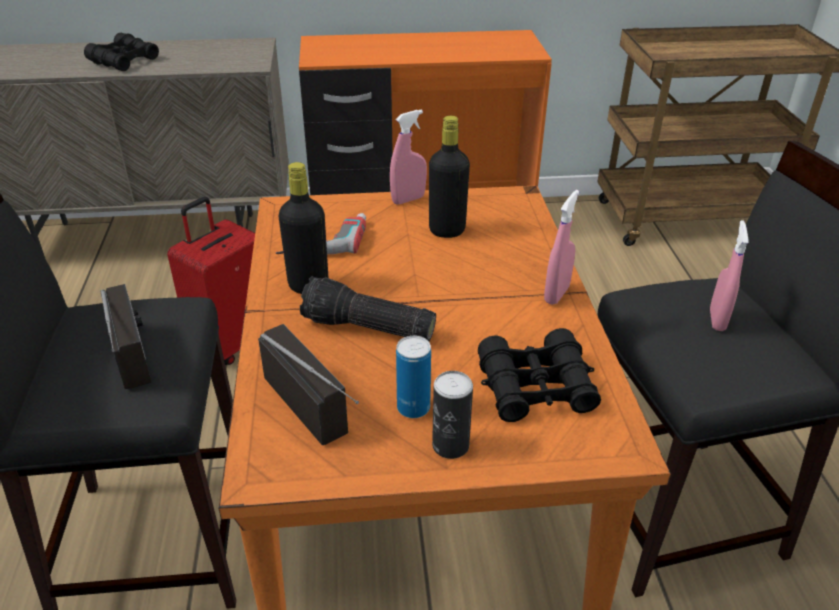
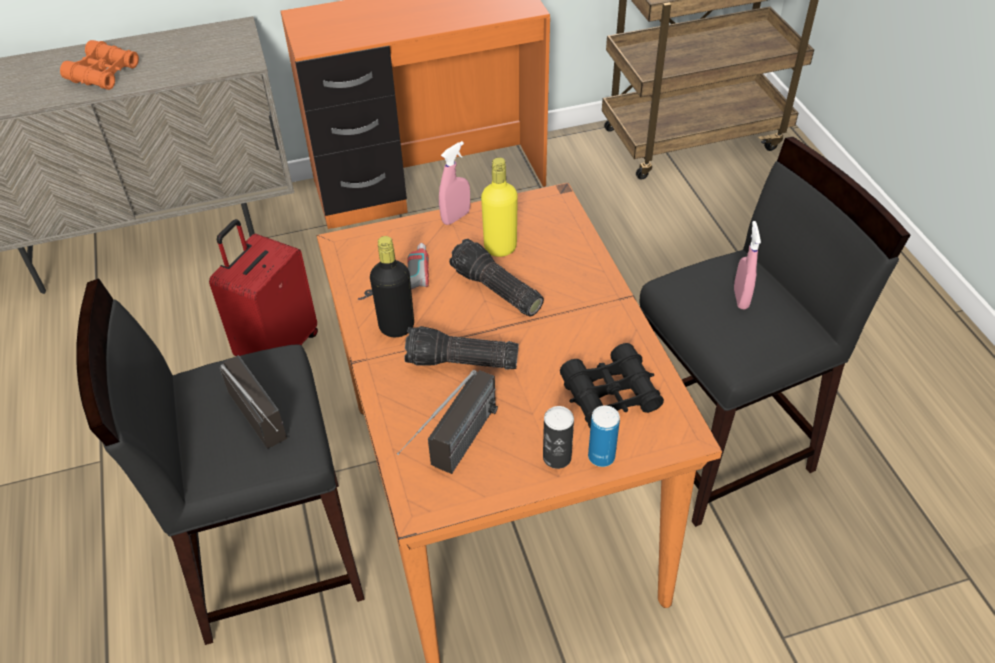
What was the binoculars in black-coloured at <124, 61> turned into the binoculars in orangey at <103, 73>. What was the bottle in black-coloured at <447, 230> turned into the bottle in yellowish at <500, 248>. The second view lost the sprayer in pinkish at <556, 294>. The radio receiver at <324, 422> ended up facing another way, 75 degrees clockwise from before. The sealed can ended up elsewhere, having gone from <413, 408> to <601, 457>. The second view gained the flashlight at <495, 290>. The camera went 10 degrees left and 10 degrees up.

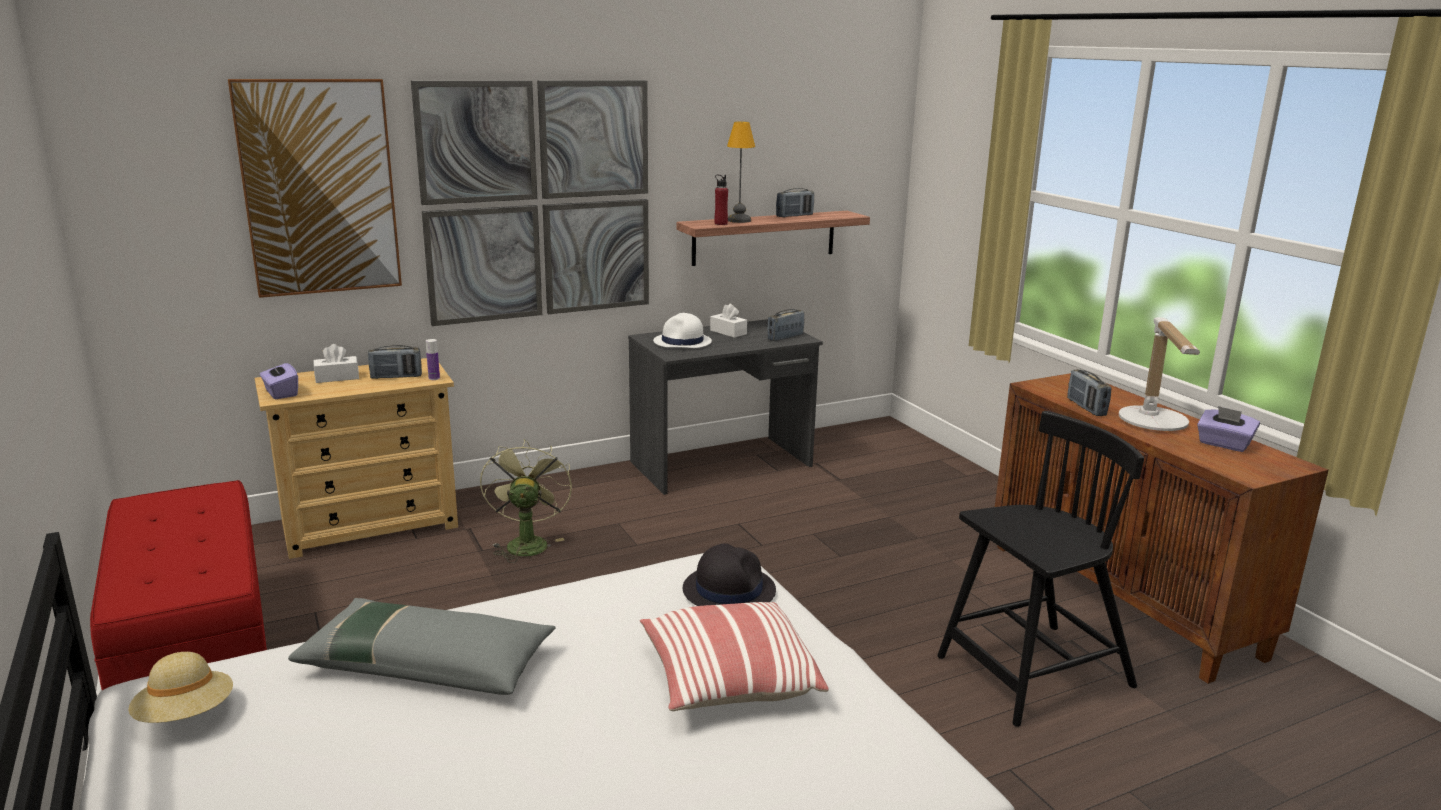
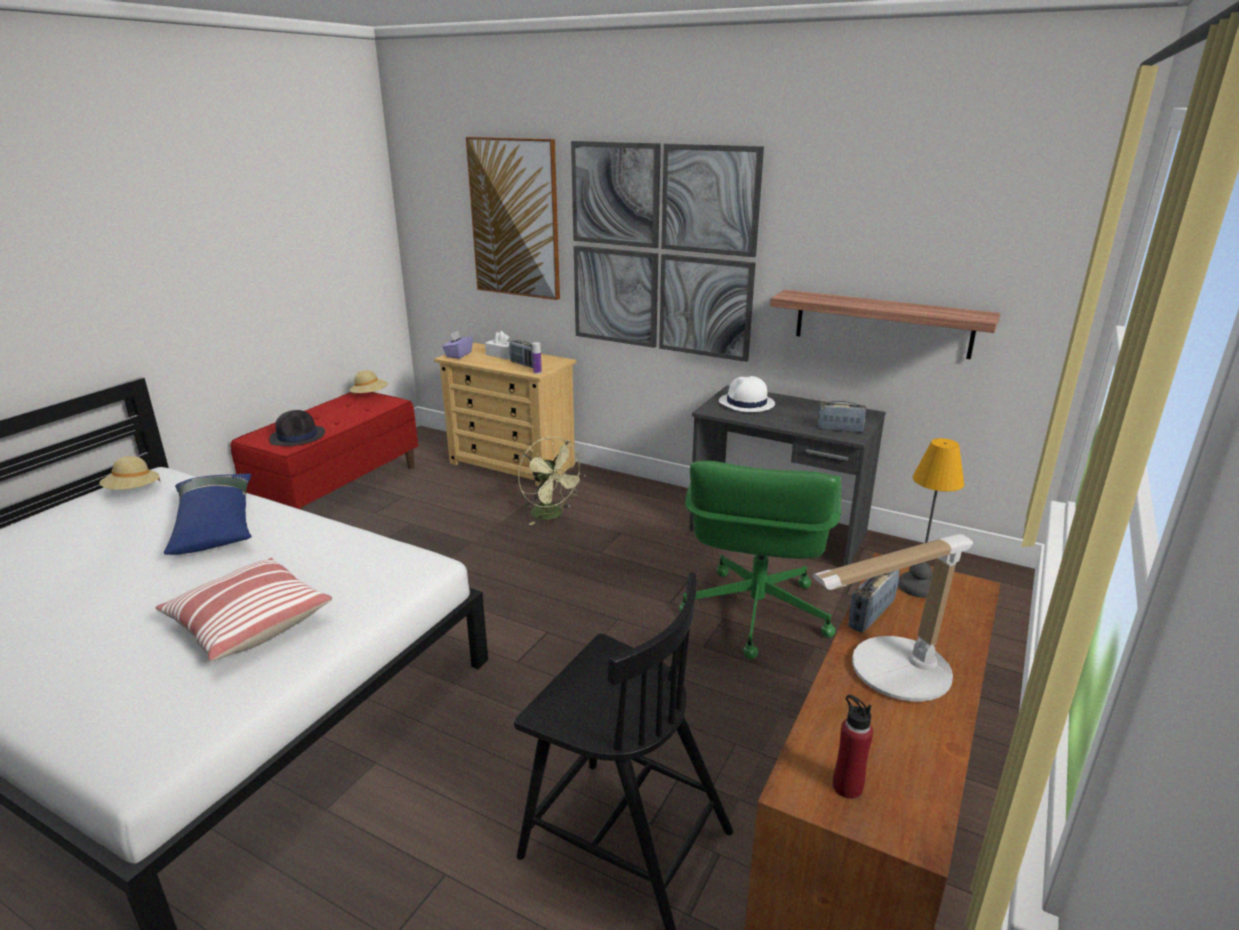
The lamp for a table ended up elsewhere, having gone from <738, 220> to <916, 586>. The bottle in red ended up elsewhere, having gone from <720, 223> to <847, 786>. The second view lost the radio receiver at <794, 216>. The second view lost the tissue box in white-coloured at <728, 332>. The second view lost the tissue box in purple at <1223, 444>. The cooling fan in green at <526, 542> ended up facing another way, 90 degrees clockwise from before. The hat in black-coloured ended up elsewhere, having gone from <728, 590> to <298, 436>. What was the pillow in greyish at <428, 663> turned into the pillow in blue-coloured at <215, 523>. The second view gained the hat in beige-coloured at <370, 395>. The second view gained the office chair in green at <754, 613>. The camera went 55 degrees right and 5 degrees up.

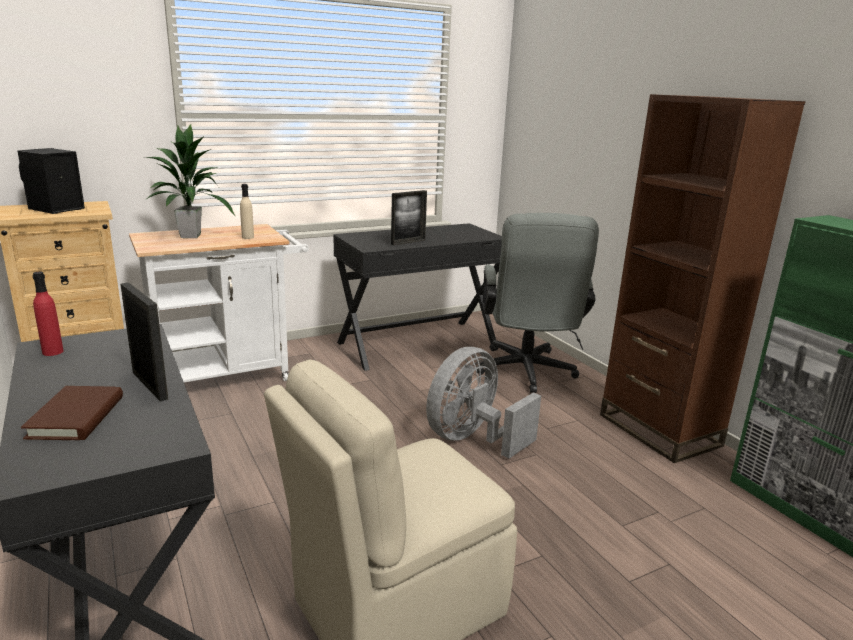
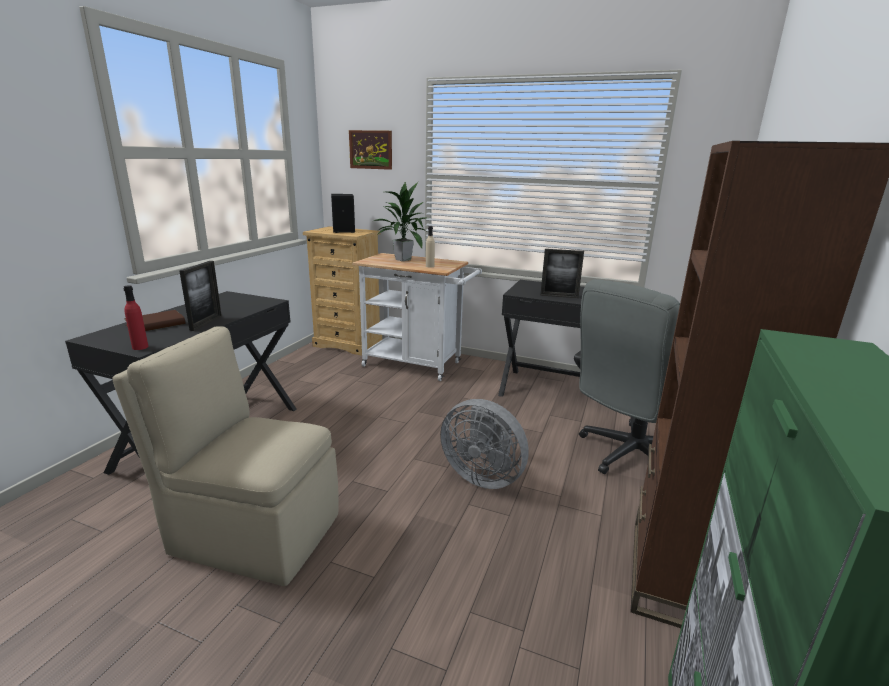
The bottle in red ended up elsewhere, having gone from <53, 352> to <140, 347>. The cooling fan in greyish at <472, 439> ended up facing another way, 150 degrees counterclockwise from before. The second view gained the wall picture at <370, 149>. The camera went 50 degrees right and 0 degrees up.

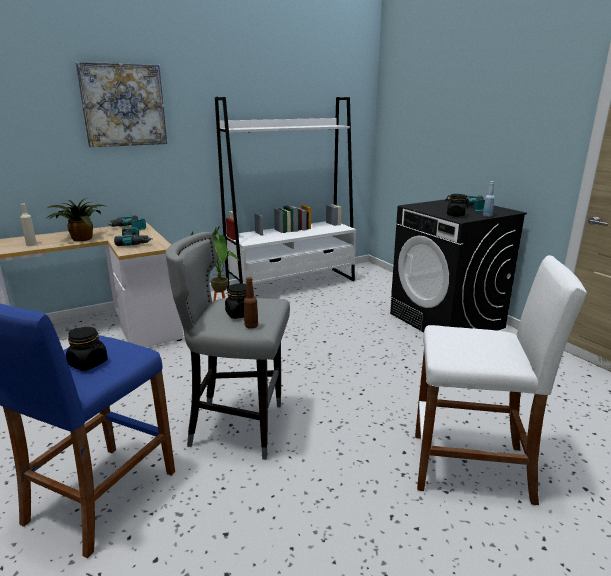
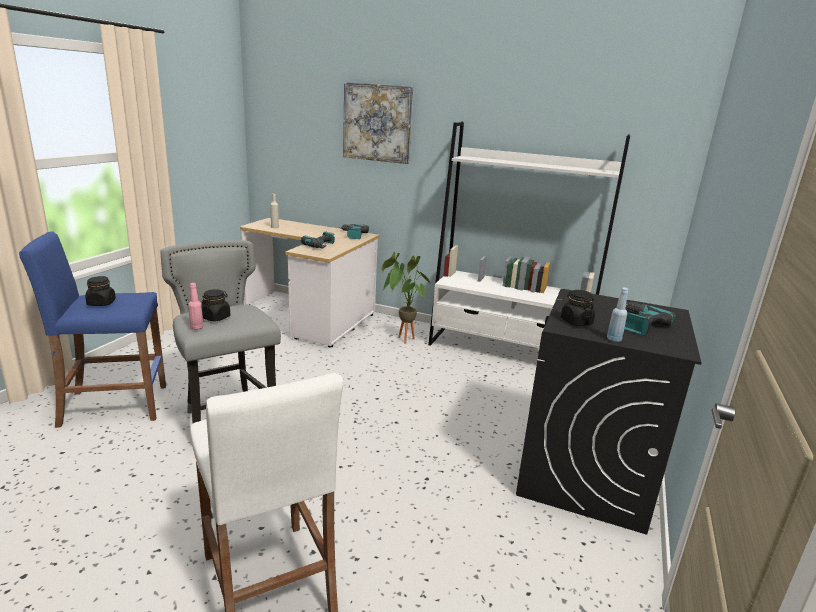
The second view lost the potted plant at <80, 239>. What was the bottle in brown-coloured at <251, 326> turned into the bottle in pinkish at <197, 327>. The camera went 50 degrees right and 0 degrees up.

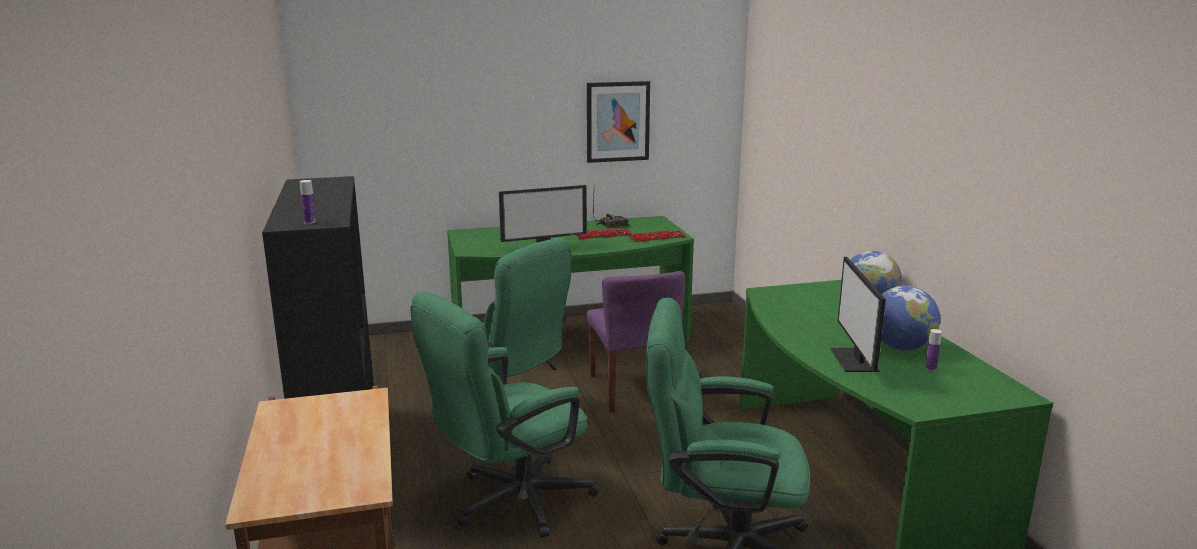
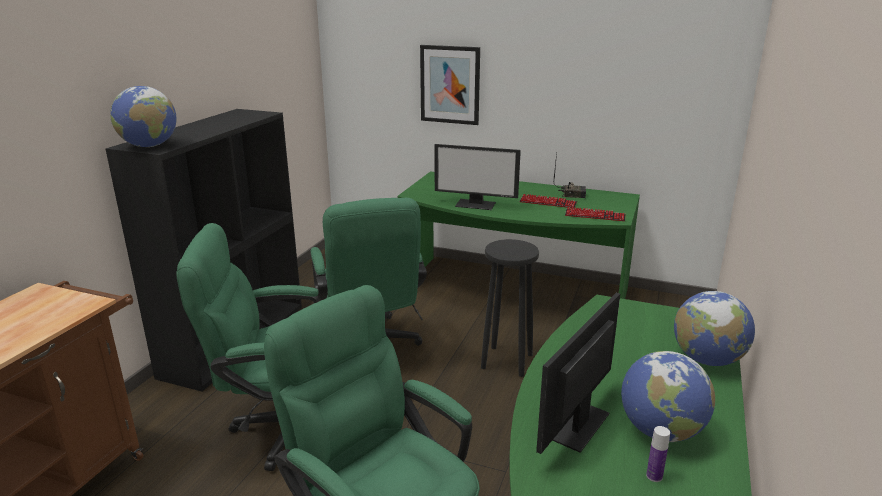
The wall picture ended up elsewhere, having gone from <617, 121> to <450, 84>. Where the bottle stood at <310, 222>, the globe came to stand at <149, 146>. Where the upright chair in purple stood at <634, 389>, the sitting stool in black-coloured came to stand at <506, 361>. The camera went 35 degrees right and 5 degrees up.

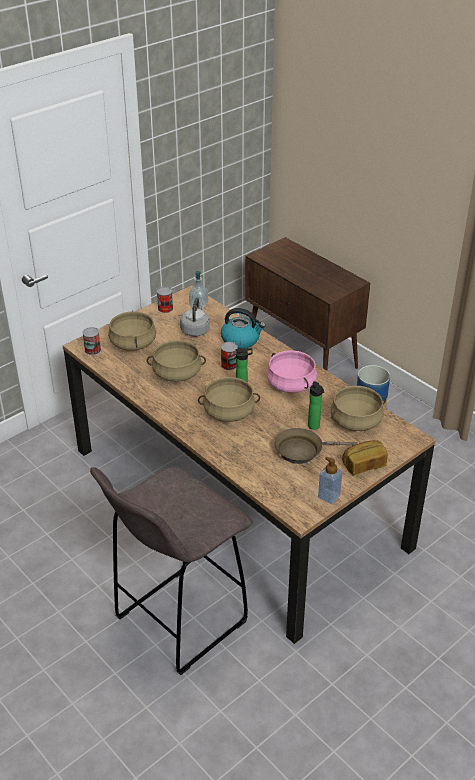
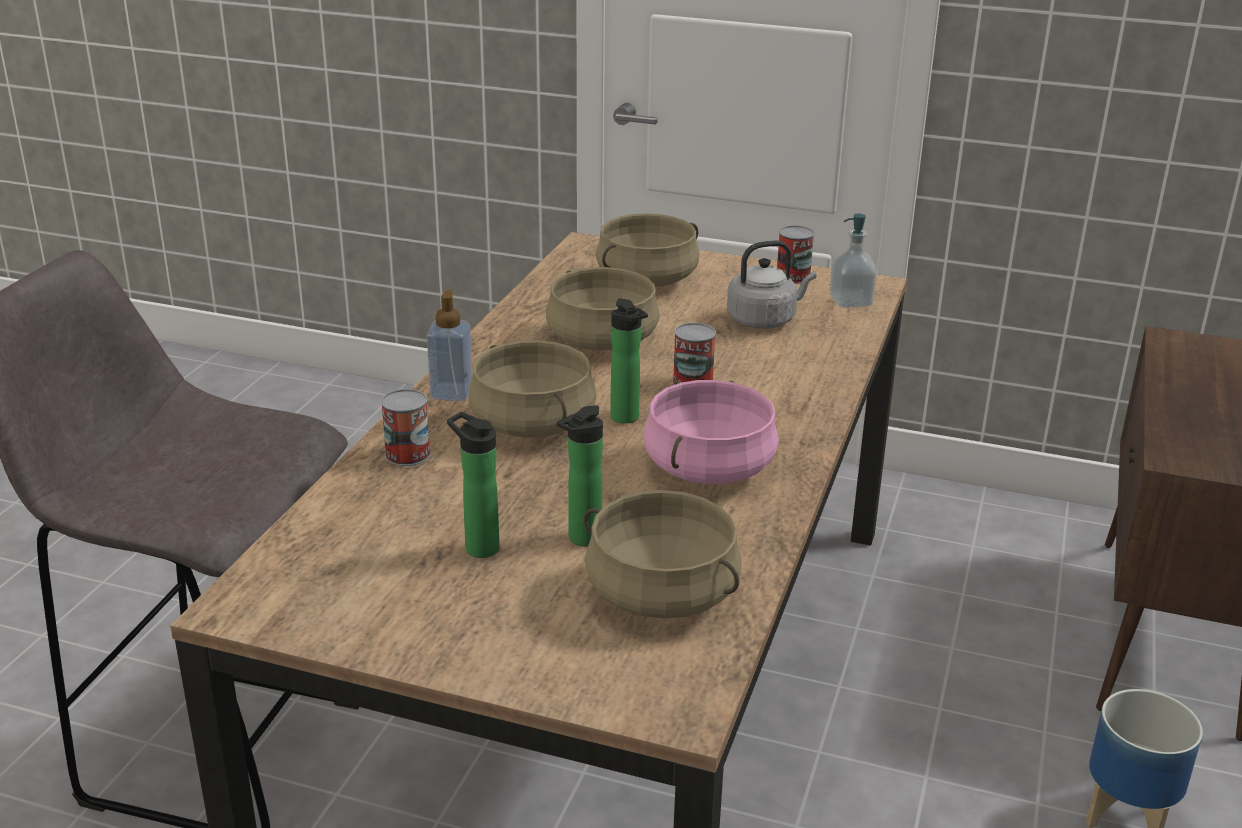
The second view lost the tea kettle at <241, 340>. The sealed can ended up elsewhere, having gone from <92, 350> to <407, 454>. Where the pan in brown-coloured stood at <302, 450>, the bottle came to stand at <478, 547>. The second view lost the bread at <363, 465>. The soap dispenser ended up elsewhere, having gone from <329, 496> to <451, 393>. The camera went 60 degrees right and 10 degrees down.

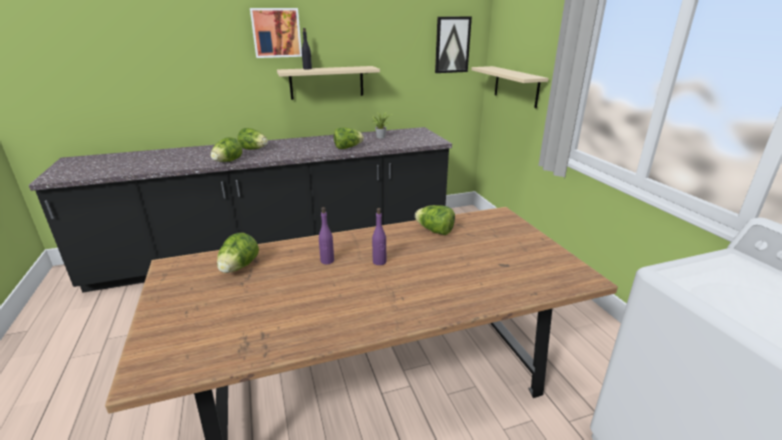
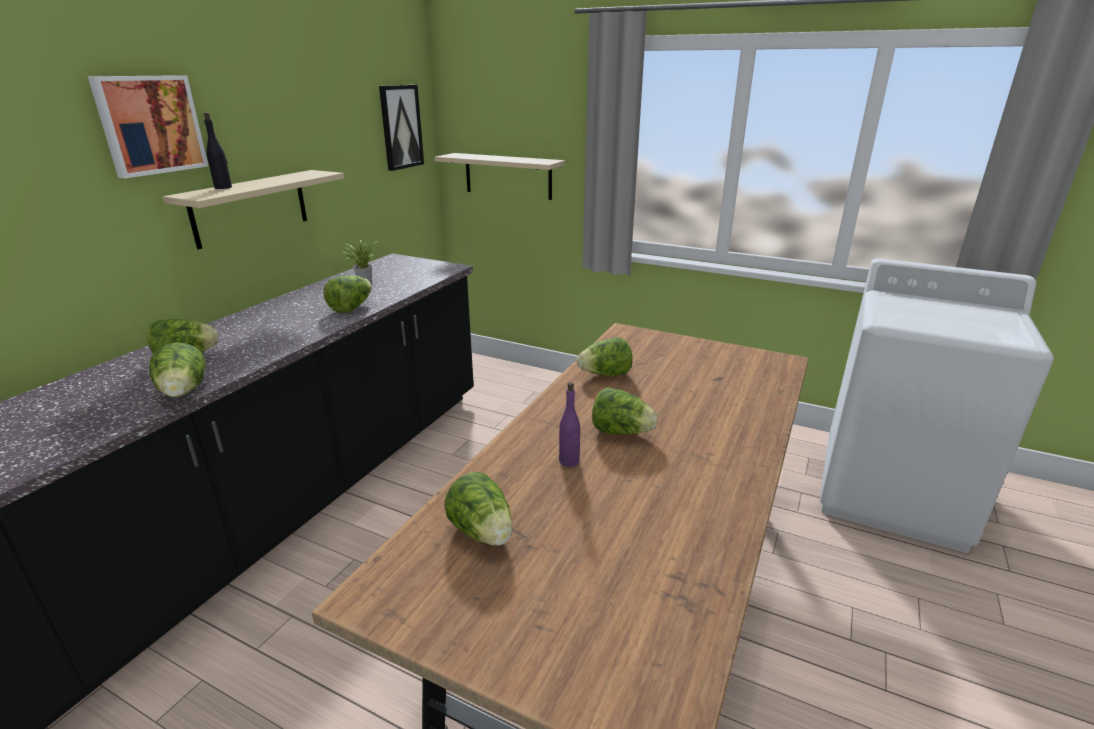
Where the bottle in purple stood at <379, 262>, the head of lettuce came to stand at <621, 432>. The camera went 45 degrees left and 0 degrees up.

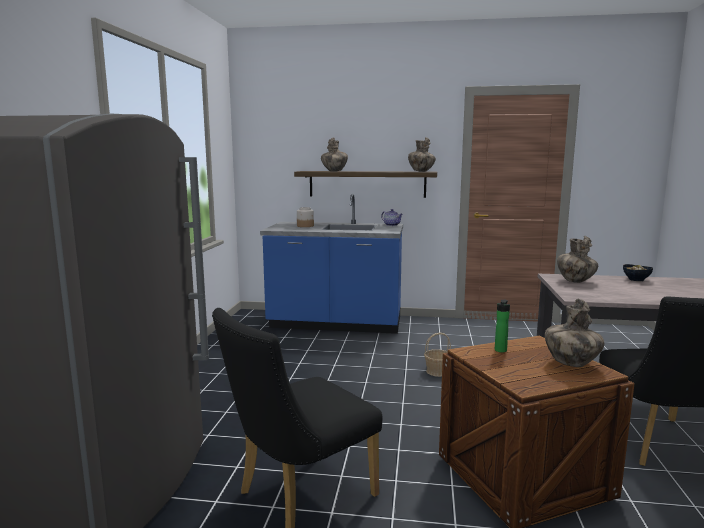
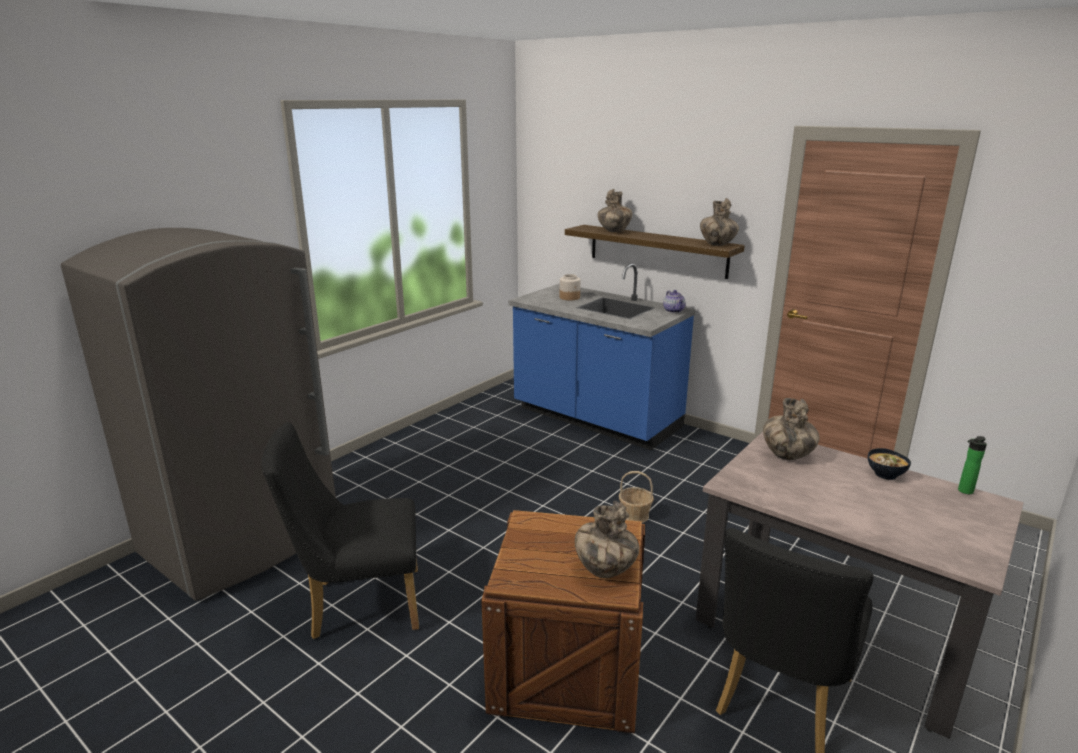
The bottle ended up elsewhere, having gone from <500, 351> to <964, 491>. The camera went 30 degrees right and 10 degrees up.

